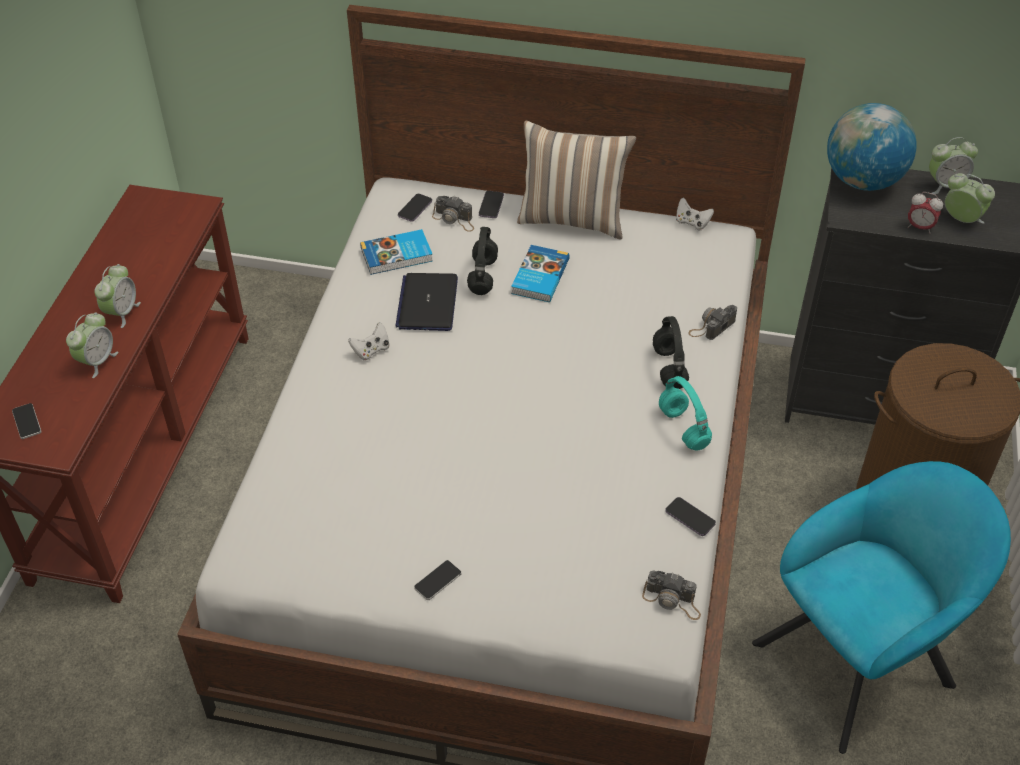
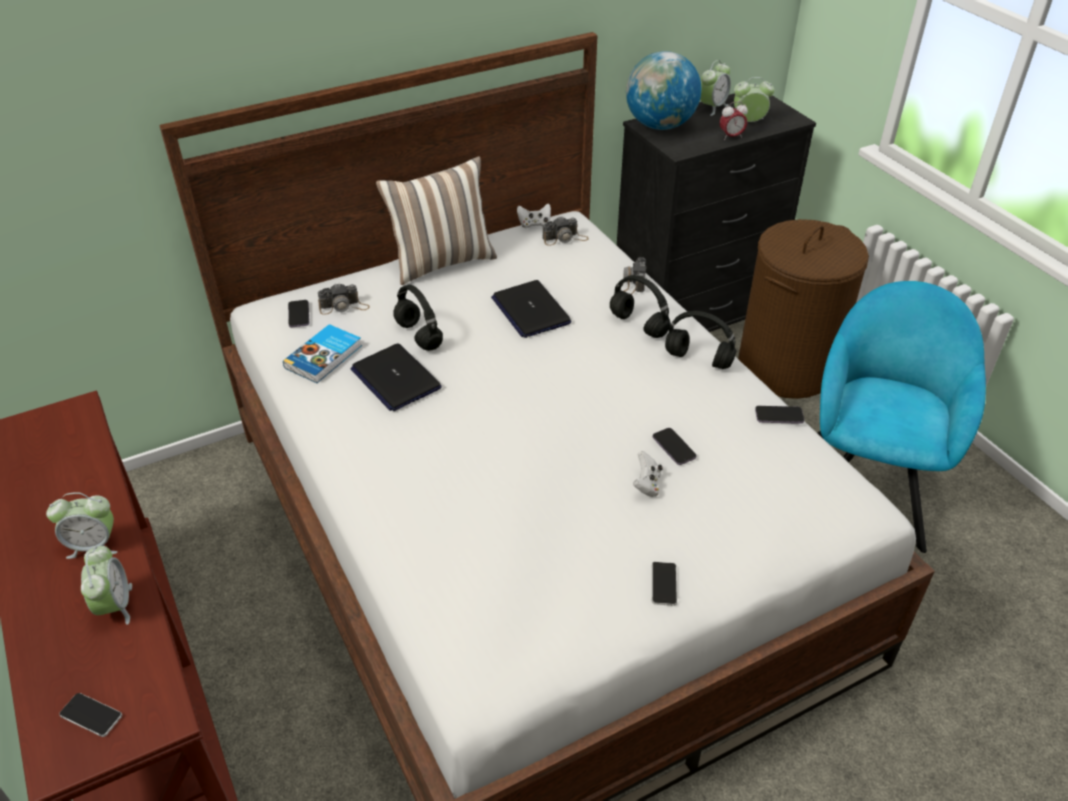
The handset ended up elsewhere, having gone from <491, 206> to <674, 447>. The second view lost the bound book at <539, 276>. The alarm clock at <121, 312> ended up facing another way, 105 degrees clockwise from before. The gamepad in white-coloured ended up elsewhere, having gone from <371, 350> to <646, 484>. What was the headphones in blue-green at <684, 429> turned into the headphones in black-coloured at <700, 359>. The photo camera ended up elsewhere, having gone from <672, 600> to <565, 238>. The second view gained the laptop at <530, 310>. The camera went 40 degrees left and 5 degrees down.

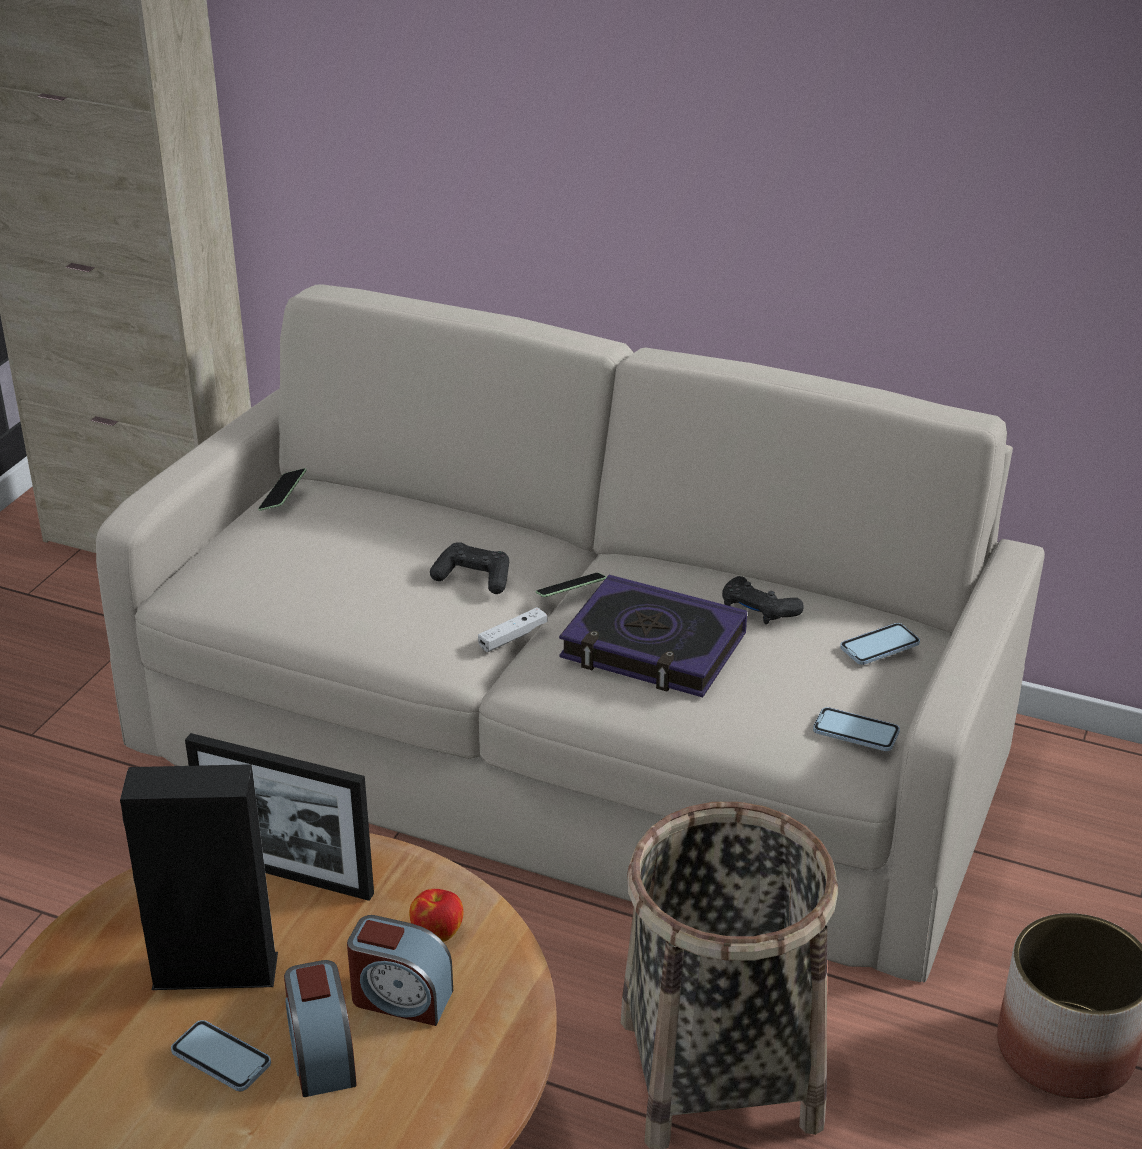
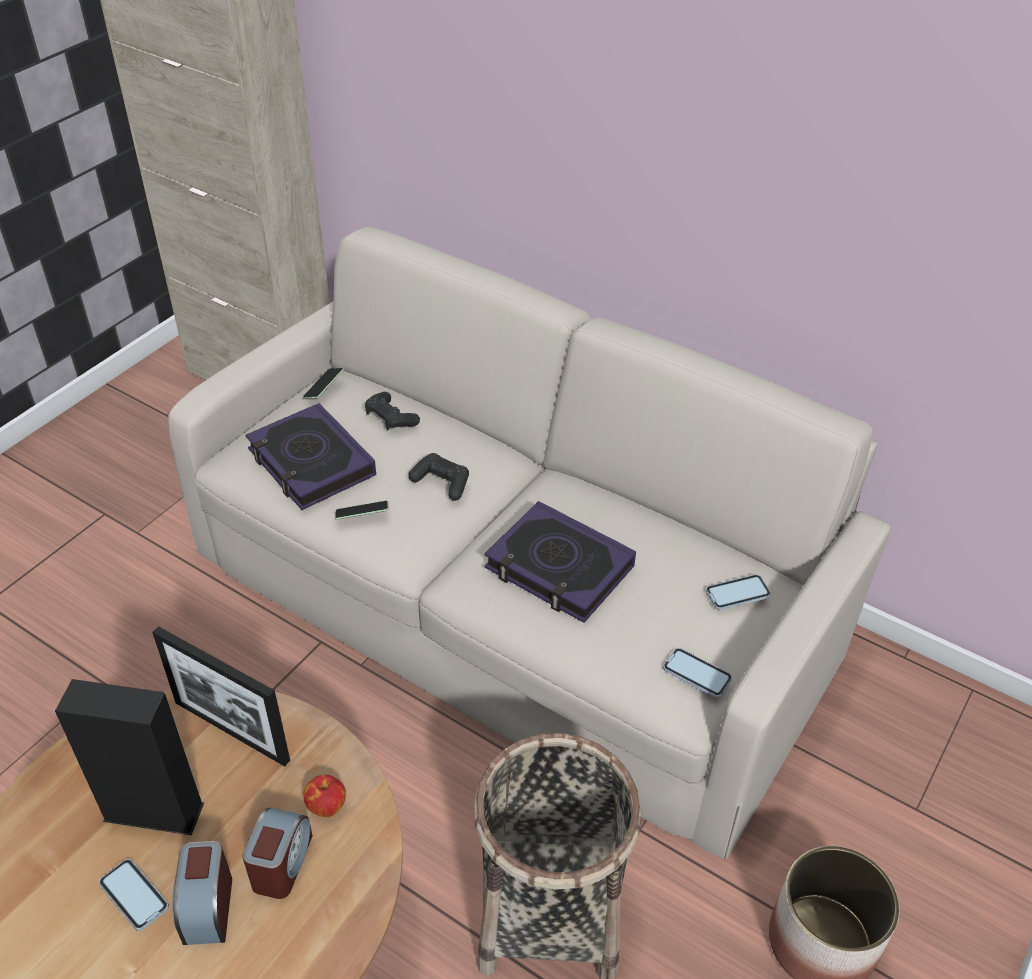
The handset ended up elsewhere, having gone from <571, 593> to <362, 515>. The gamepad in black-coloured ended up elsewhere, having gone from <758, 610> to <390, 418>. The second view lost the gamepad in white-coloured at <513, 637>. The alarm clock at <400, 998> ended up facing another way, 105 degrees counterclockwise from before. The second view gained the bound book at <311, 463>. The camera went 10 degrees right and 10 degrees up.

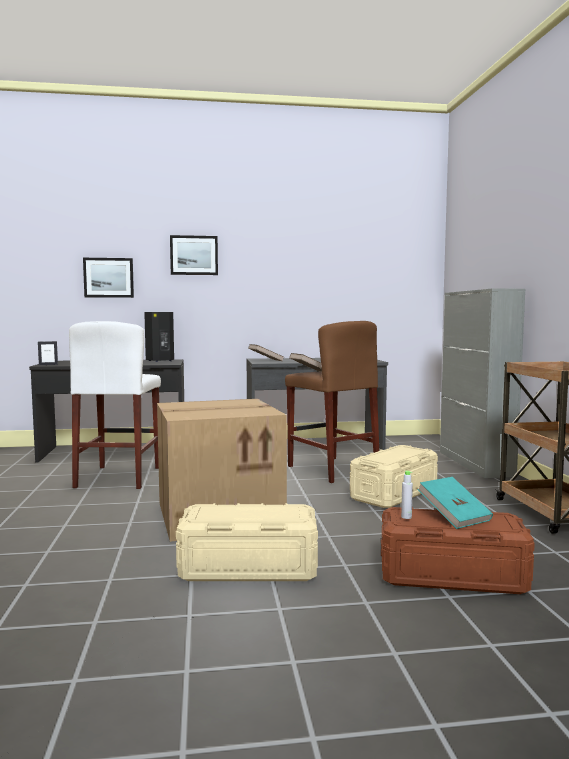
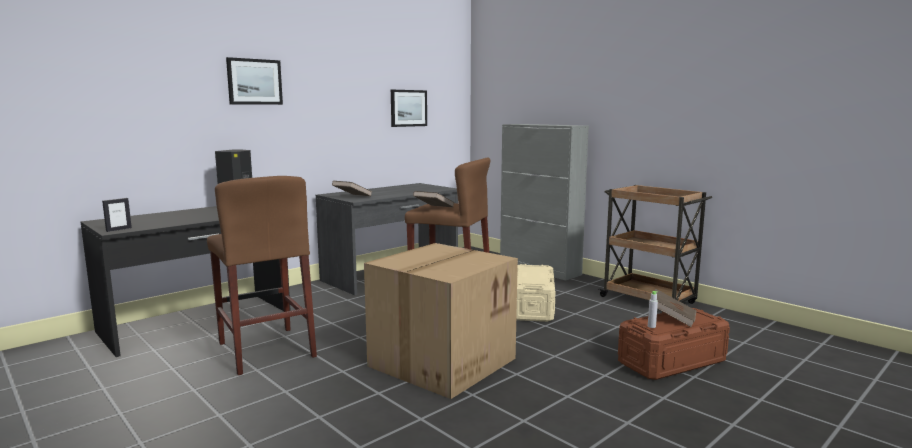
The wall picture ended up elsewhere, having gone from <108, 277> to <408, 108>. What was the sitting stool in white-coloured at <119, 477> turned into the sitting stool in brown-coloured at <266, 350>. What was the bound book in blue-green at <454, 517> turned into the bound book in brown-coloured at <671, 318>. The second view lost the storage bin in beige-coloured at <248, 567>. The camera went 35 degrees left and 5 degrees up.

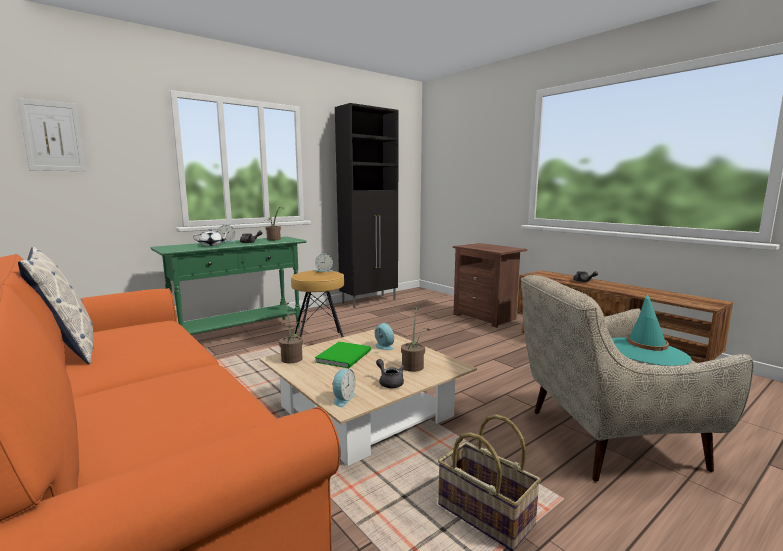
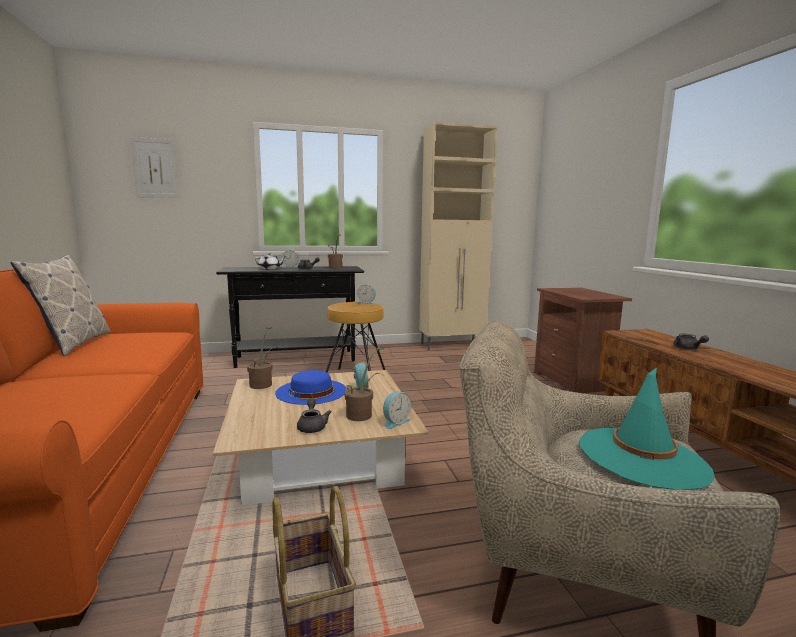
What was the cupboard in black-coloured at <370, 301> turned into the cupboard in beige-coloured at <452, 345>. What was the hall table in green at <240, 334> turned into the hall table in black-coloured at <296, 359>. Where the bound book in green stood at <345, 356>, the hat in blue-coloured came to stand at <311, 391>. The alarm clock ended up elsewhere, having gone from <343, 399> to <395, 422>. The camera went 25 degrees right and 0 degrees up.

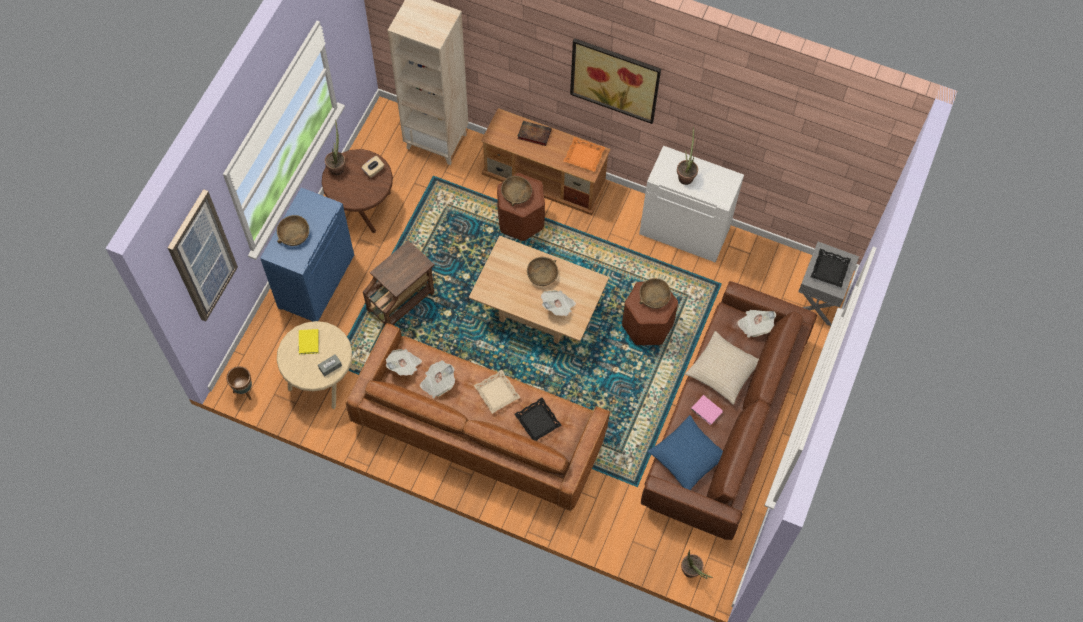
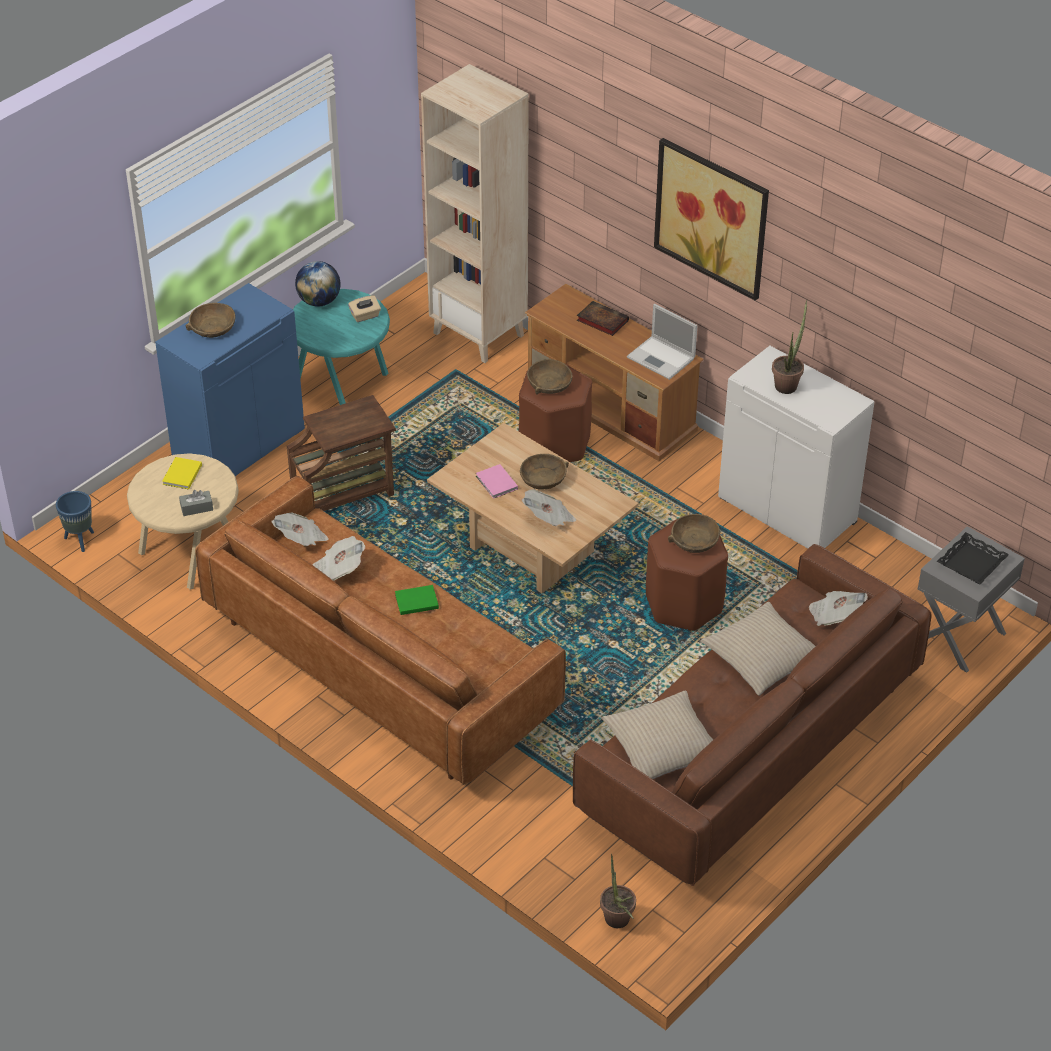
Where the potted plant stood at <337, 166>, the globe came to stand at <319, 301>. Where the tray in orangey stood at <584, 156>, the laptop came to stand at <662, 358>. What was the accent table in brown-coloured at <362, 206> turned into the accent table in blue-green at <342, 380>. The second view lost the wall picture at <202, 257>. What was the plant pot in brown-coloured at <244, 391> turned into the plant pot in blue-coloured at <80, 540>. Where the tray in beige-coloured stood at <496, 393>, the bound book in green came to stand at <415, 601>. The bound book in pinkish ended up elsewhere, having gone from <707, 411> to <496, 483>. The second view lost the tray in black-coloured at <537, 421>. What was the pillow in blue-coloured at <687, 457> turned into the pillow in beige-coloured at <662, 746>. The camera went 20 degrees right and 20 degrees down.

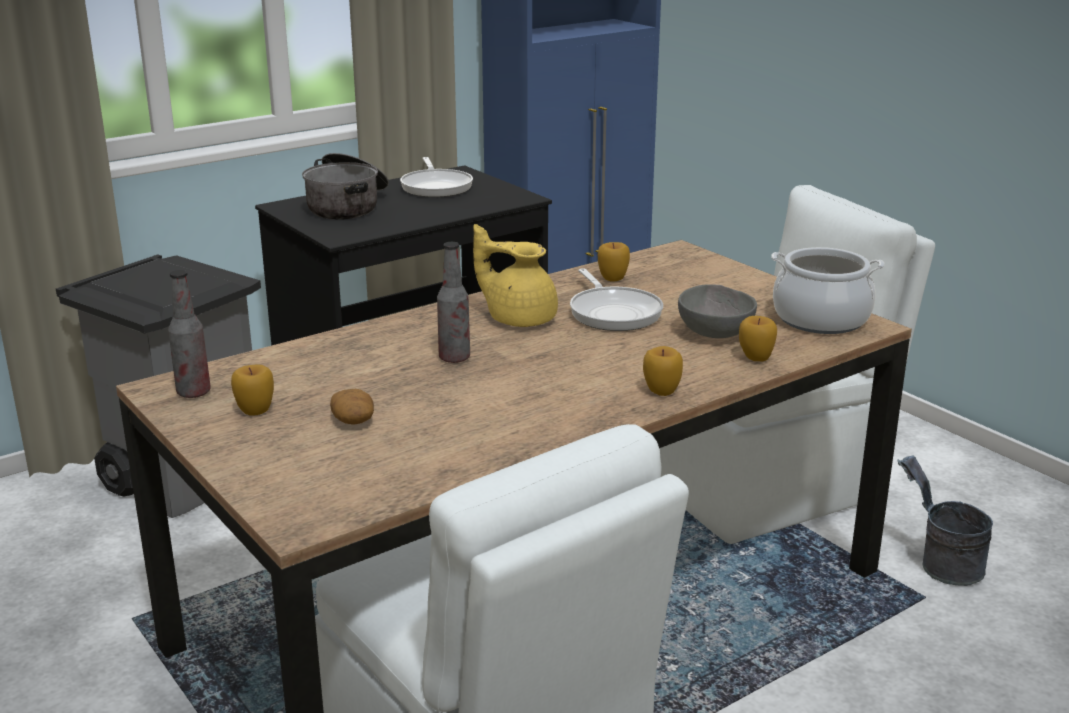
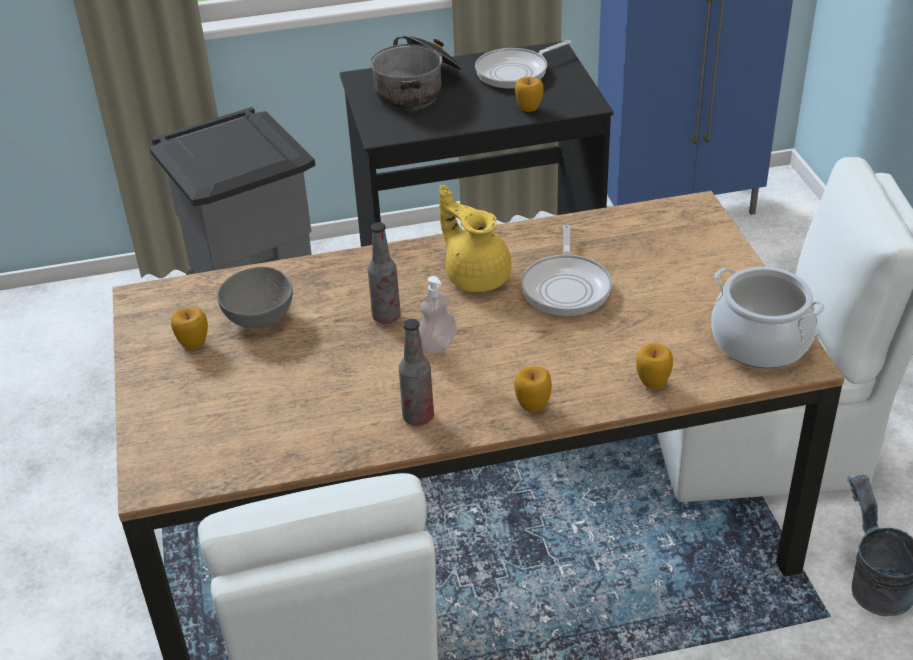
The pan at <436, 187> ended up facing another way, 45 degrees clockwise from before. The apple fruit ended up elsewhere, having gone from <613, 278> to <529, 108>. The bottle ended up elsewhere, having gone from <193, 392> to <418, 417>. The deep dish in greyish ended up elsewhere, having gone from <716, 333> to <261, 316>. The second view lost the potato at <354, 421>. The second view gained the soap dispenser at <437, 345>. The camera went 25 degrees right and 15 degrees up.

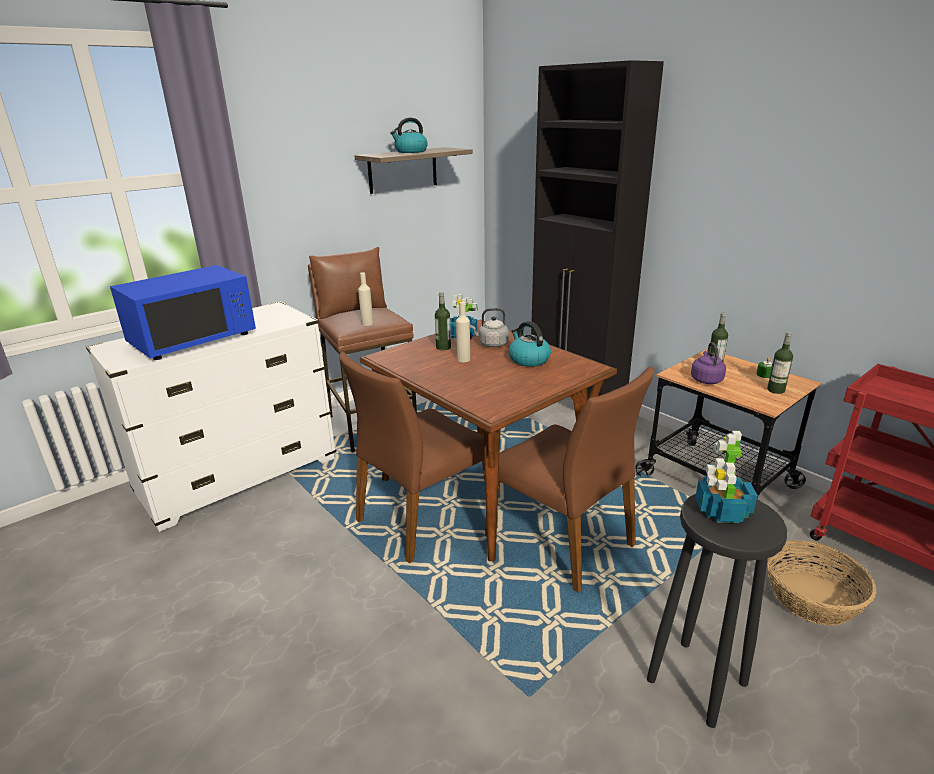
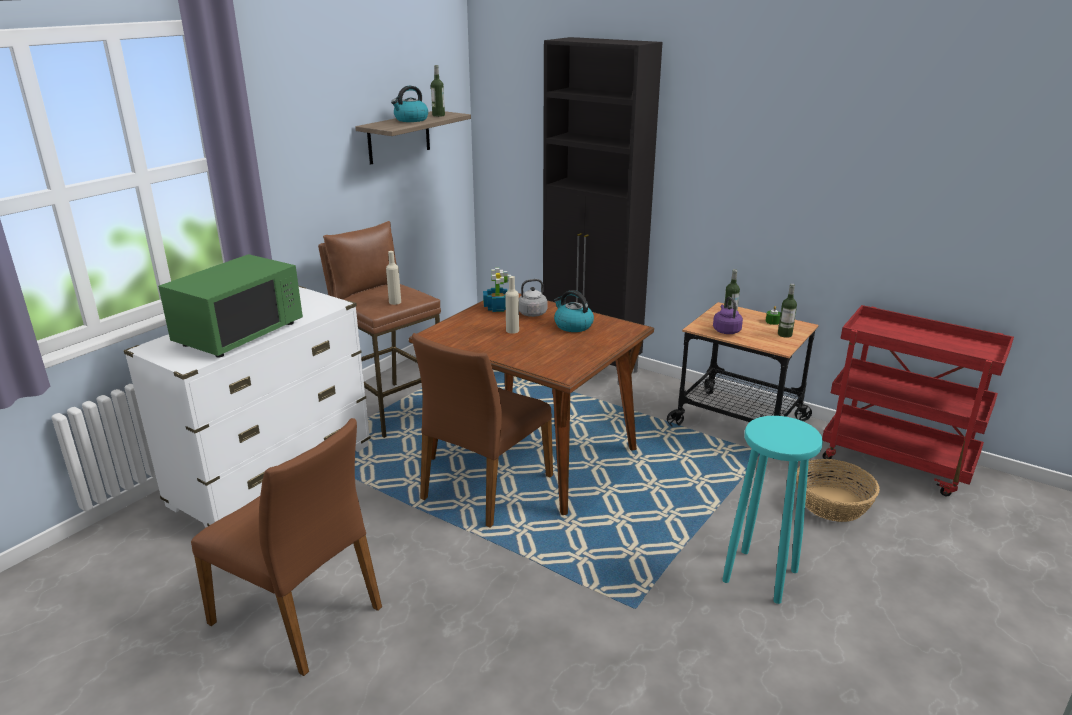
What was the microwave in blue-coloured at <193, 339> turned into the microwave in green at <239, 333>. The bottle ended up elsewhere, having gone from <443, 347> to <438, 115>. The upright chair in brown-coloured ended up elsewhere, having gone from <562, 540> to <299, 614>. The second view lost the potted plant at <721, 511>. What was the sitting stool in black-coloured at <698, 682> turned into the sitting stool in blue-green at <761, 576>. The camera went 15 degrees left and 0 degrees up.

